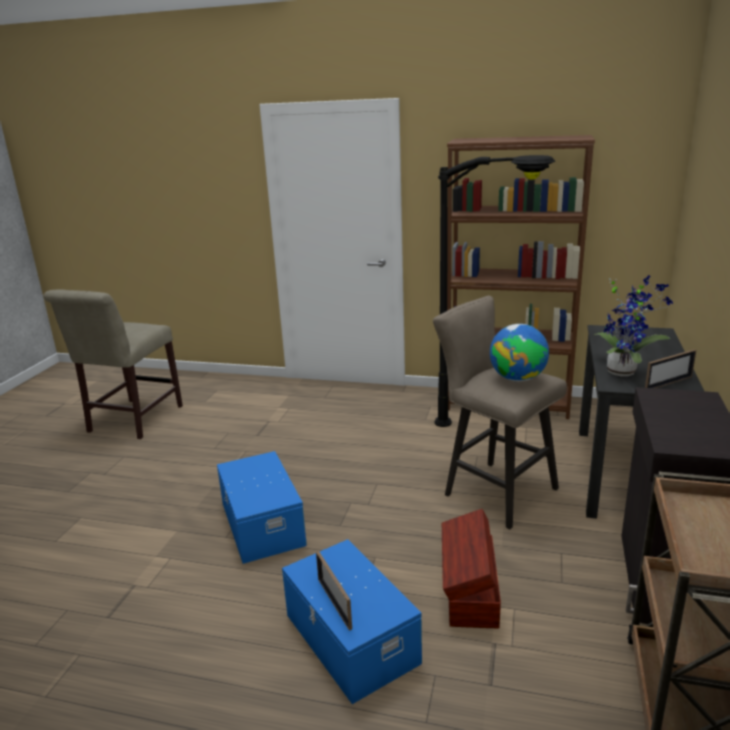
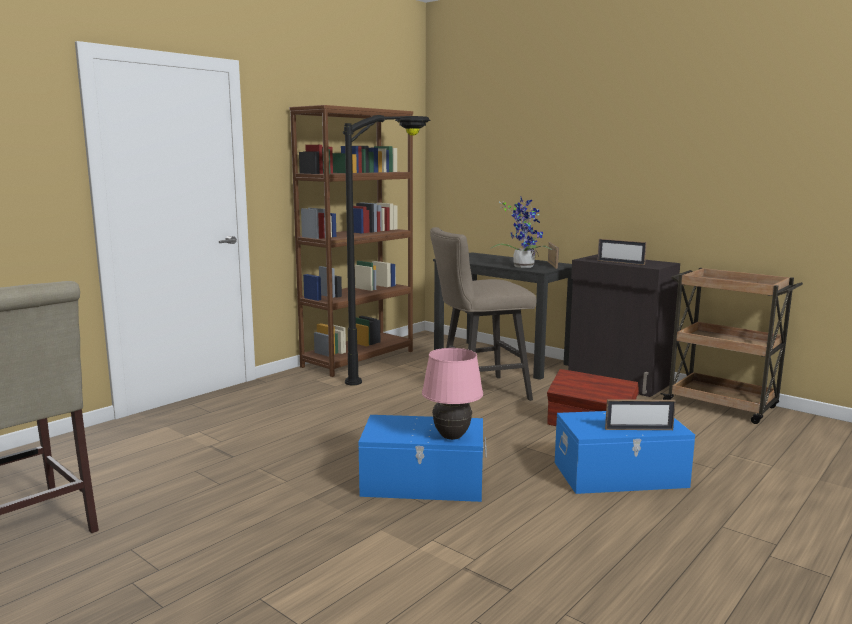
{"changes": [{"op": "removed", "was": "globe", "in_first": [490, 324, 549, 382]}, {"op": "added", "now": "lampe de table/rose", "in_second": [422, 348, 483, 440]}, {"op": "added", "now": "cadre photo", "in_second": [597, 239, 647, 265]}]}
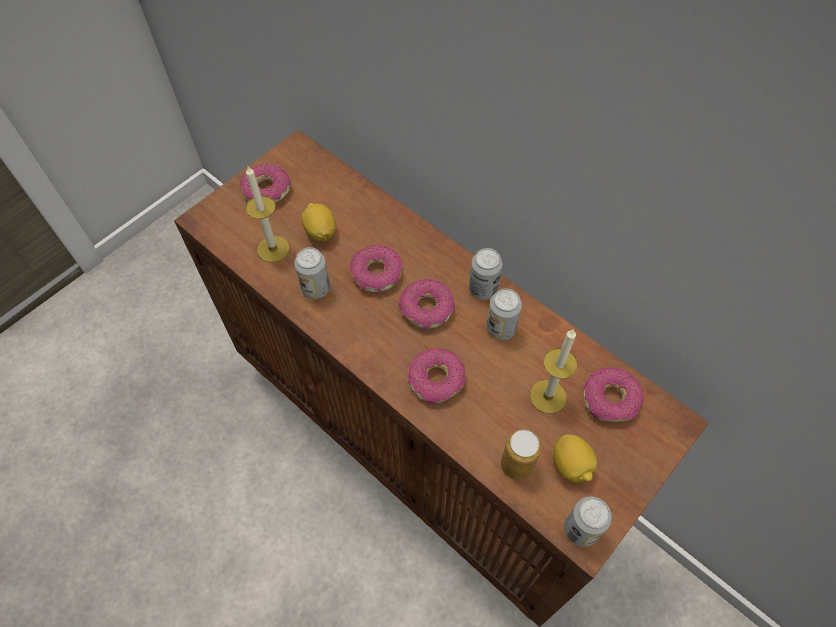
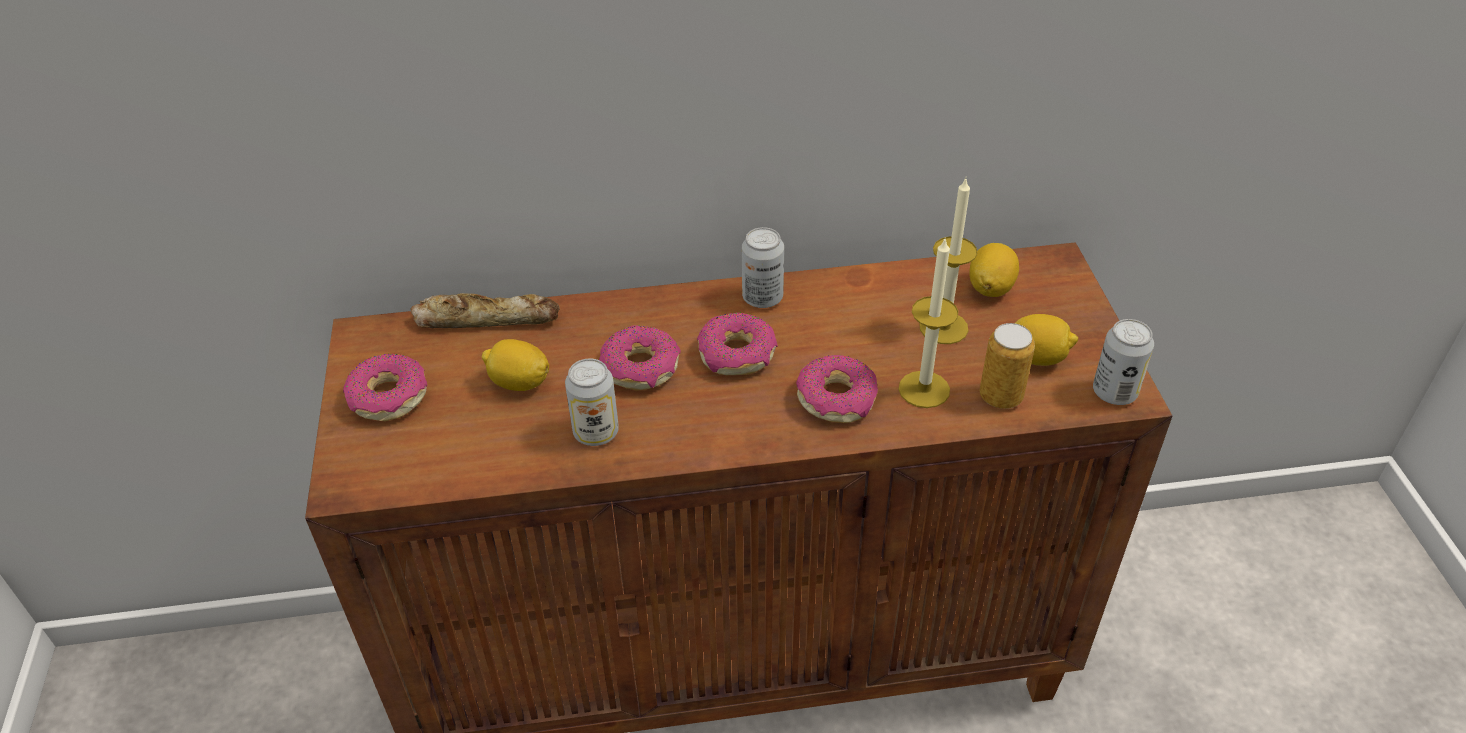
{"changes": [{"op": "removed", "was": "boîte métallique", "in_first": [486, 289, 522, 340]}, {"op": "added", "now": "pain", "in_second": [410, 293, 560, 328]}, {"op": "moved", "was": "bougie", "in_first": [246, 165, 289, 262], "in_second": [898, 237, 958, 408]}, {"op": "replaced", "was": "beignet", "now": "citron", "in_first": [583, 367, 644, 422], "in_second": [969, 243, 1019, 297]}]}
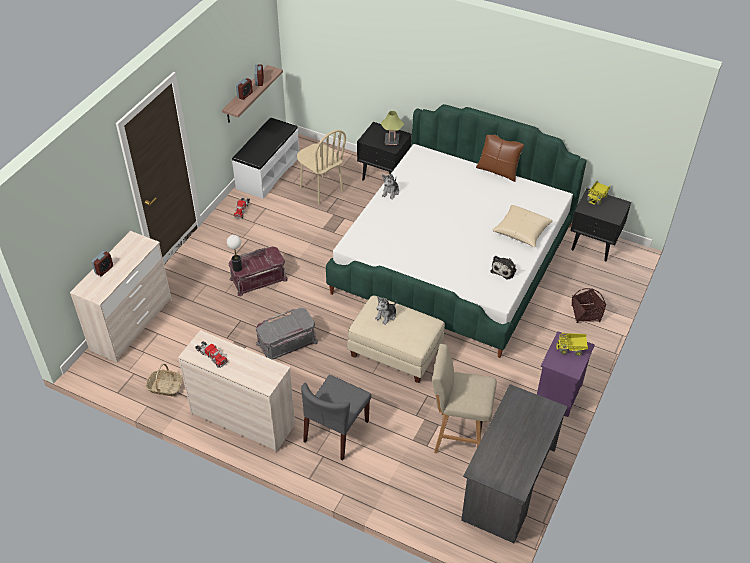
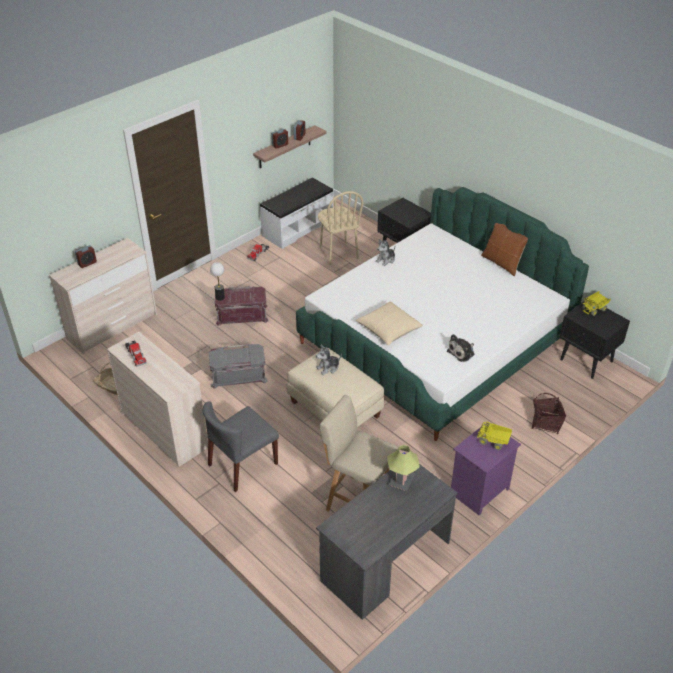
{"changes": [{"op": "moved", "was": "lampe de table", "in_first": [380, 111, 404, 145], "in_second": [387, 445, 420, 491]}, {"op": "moved", "was": "coussin/beige", "in_first": [492, 205, 553, 247], "in_second": [356, 302, 423, 346]}]}
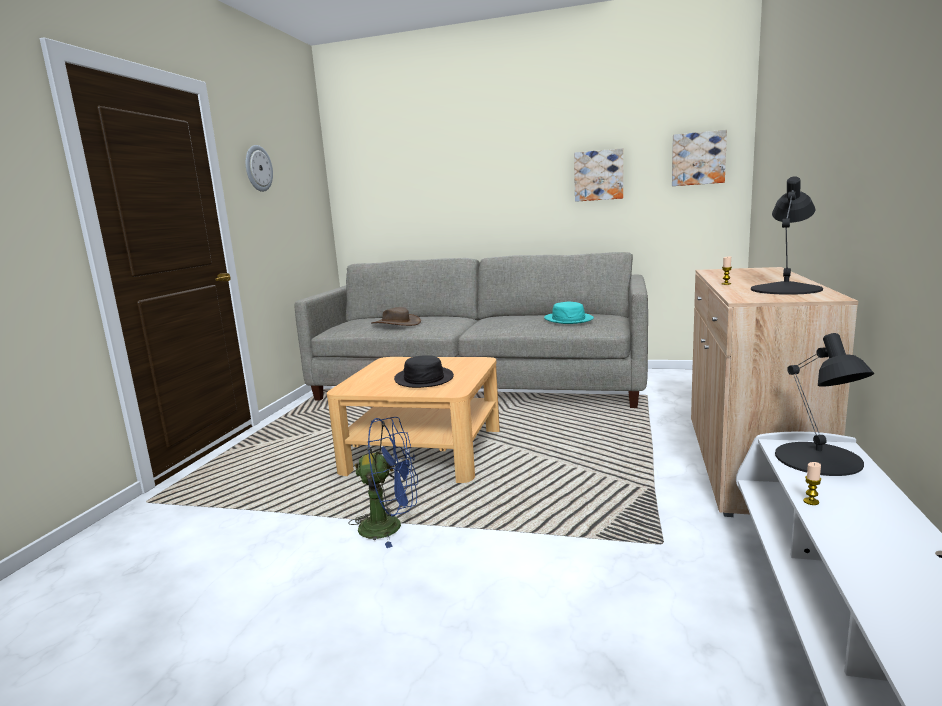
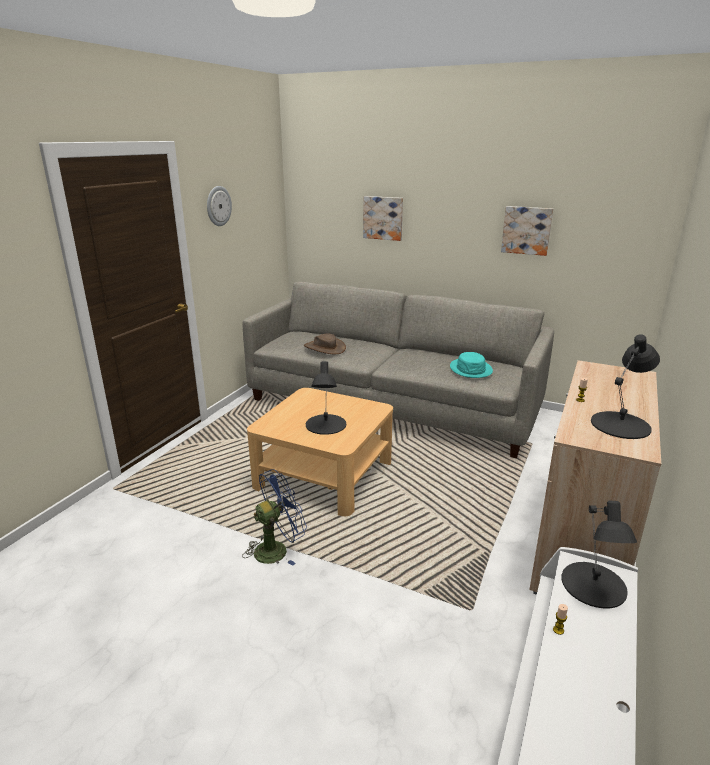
{"changes": [{"op": "moved", "was": "tableau", "in_first": [672, 130, 727, 186], "in_second": [363, 196, 403, 241]}, {"op": "replaced", "was": "chapeau/noir", "now": "lampe de table/noir", "in_first": [394, 355, 454, 388], "in_second": [306, 361, 346, 435]}, {"op": "turned", "was": "ventilateur/bleu", "in_first": [348, 417, 418, 548], "in_second": [242, 469, 307, 566], "clockwise": -45}]}
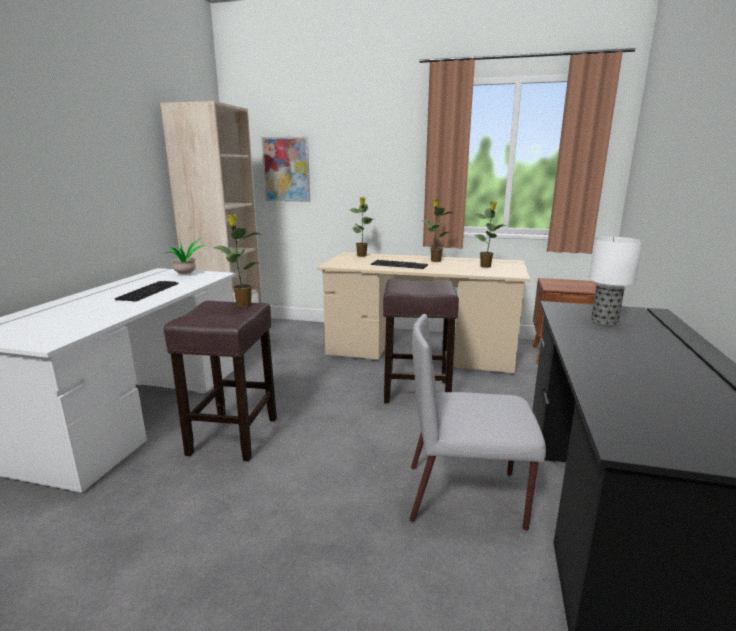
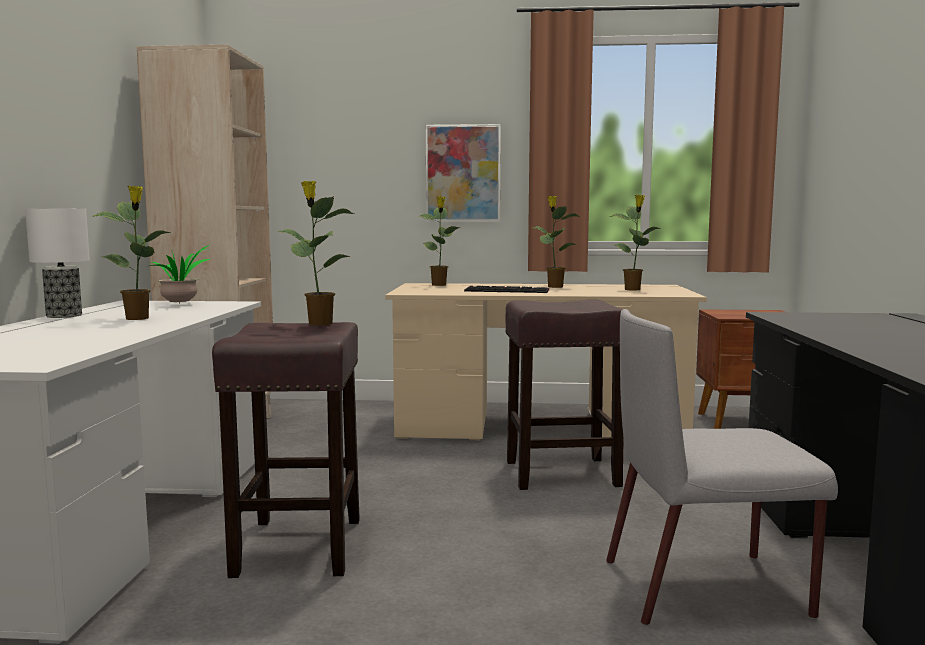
{"changes": [{"op": "moved", "was": "tableau", "in_first": [262, 137, 310, 202], "in_second": [426, 124, 501, 222]}, {"op": "moved", "was": "lampe de table", "in_first": [589, 236, 643, 325], "in_second": [25, 208, 90, 318]}, {"op": "replaced", "was": "clavier", "now": "plante en pot", "in_first": [115, 281, 179, 302], "in_second": [91, 186, 171, 320]}]}
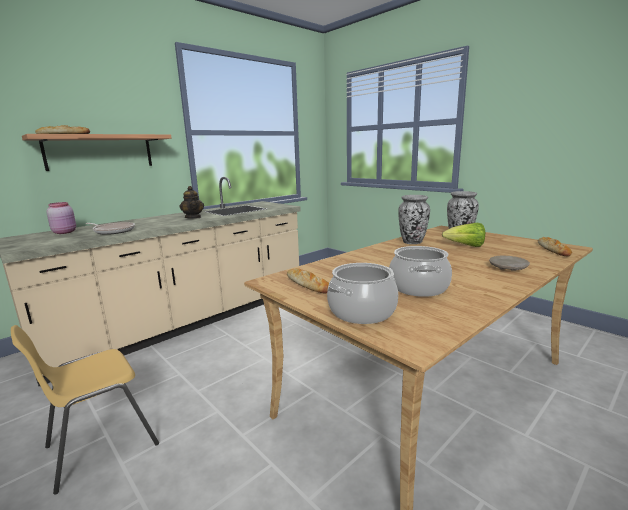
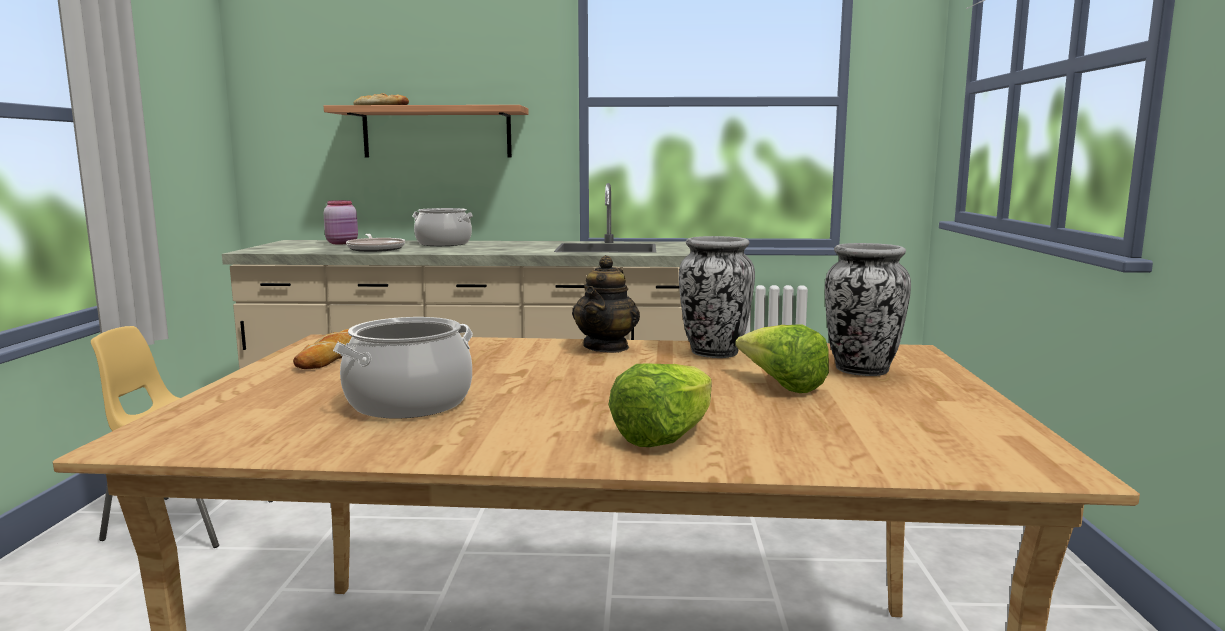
{"changes": [{"op": "removed", "was": "pain", "in_first": [538, 237, 572, 257]}, {"op": "moved", "was": "théière", "in_first": [180, 186, 204, 219], "in_second": [572, 255, 640, 353]}, {"op": "moved", "was": "marmite", "in_first": [327, 263, 398, 324], "in_second": [412, 208, 473, 246]}, {"op": "replaced", "was": "assiette/beige", "now": "laitue", "in_first": [489, 256, 530, 271], "in_second": [608, 364, 712, 447]}]}
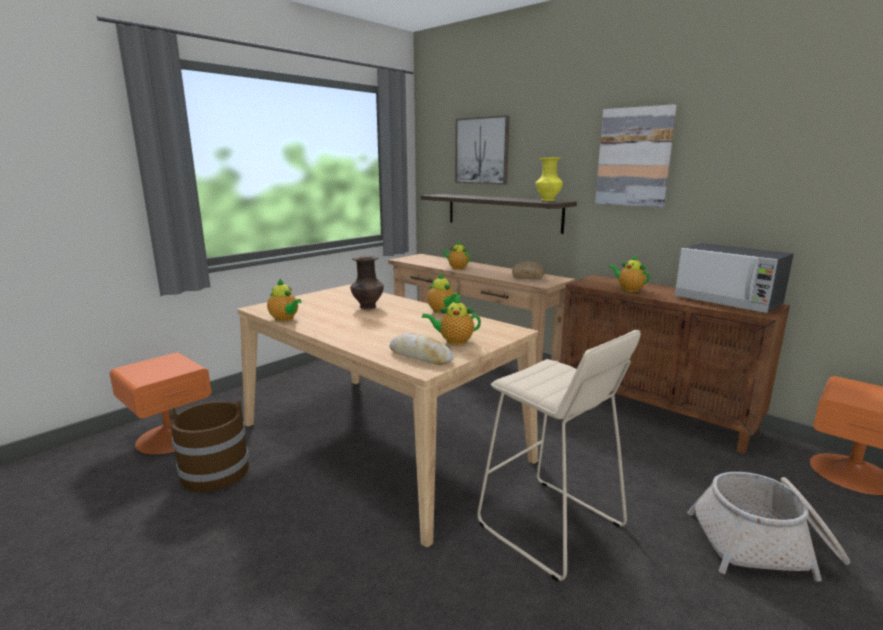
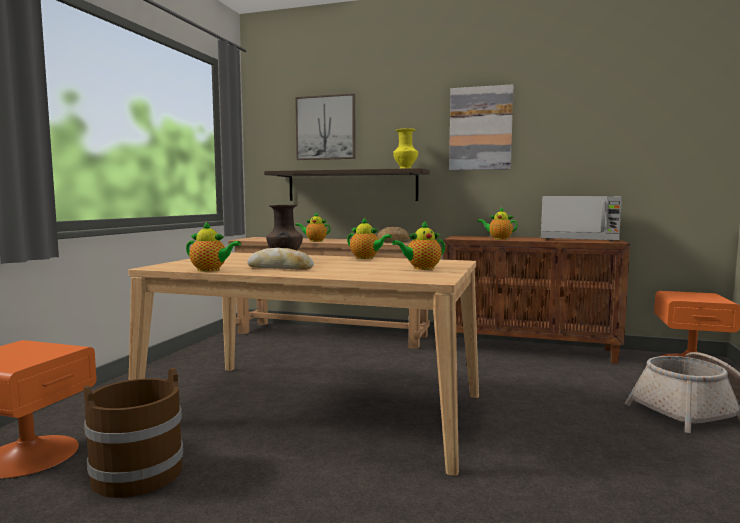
{"changes": [{"op": "removed", "was": "tabouret/beige", "in_first": [477, 330, 641, 582]}, {"op": "moved", "was": "pain", "in_first": [389, 333, 453, 365], "in_second": [247, 248, 314, 270]}]}
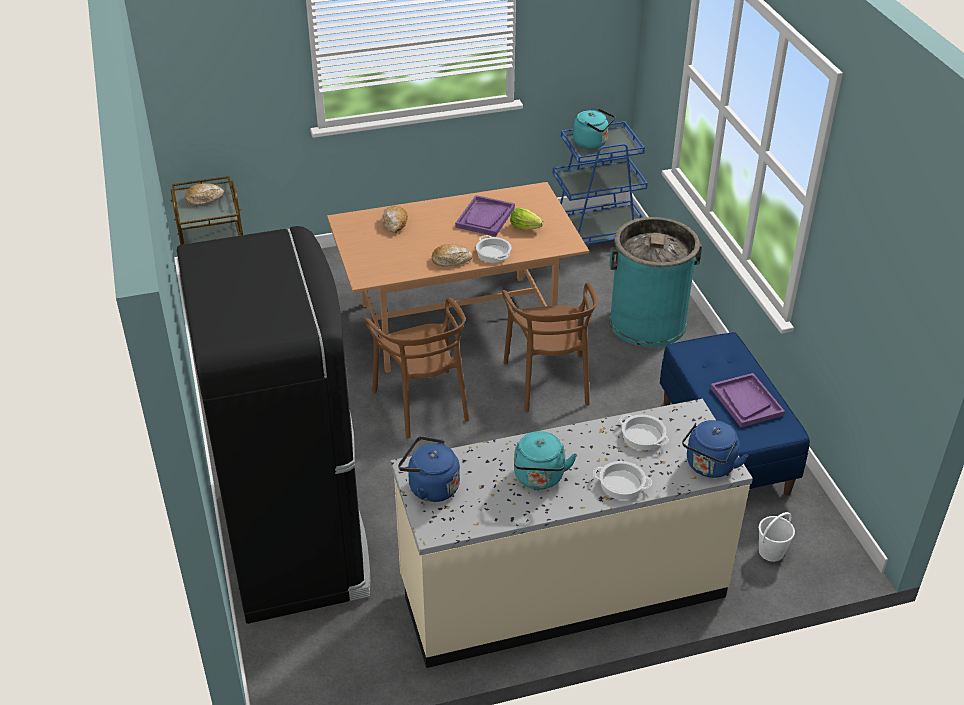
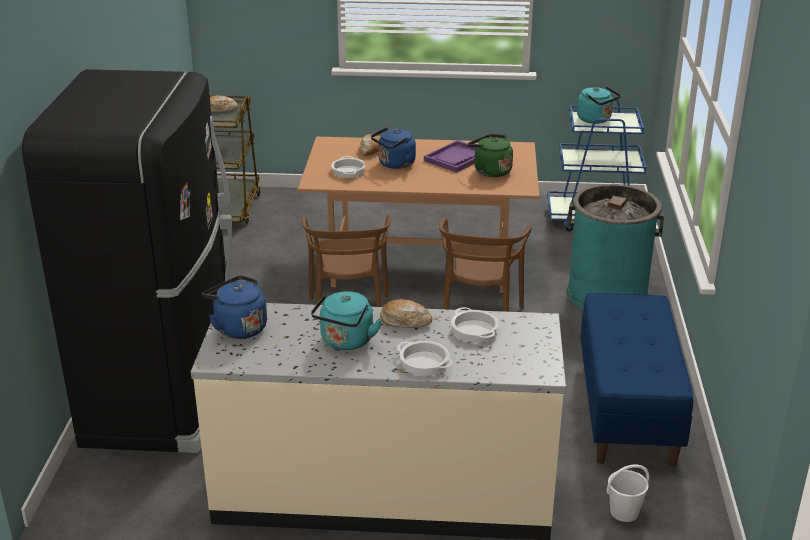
{"changes": [{"op": "removed", "was": "plateau/violet", "in_first": [710, 373, 785, 427]}, {"op": "moved", "was": "pain", "in_first": [432, 244, 473, 266], "in_second": [380, 299, 432, 328]}, {"op": "moved", "was": "marmite", "in_first": [476, 235, 511, 263], "in_second": [331, 156, 366, 178]}, {"op": "moved", "was": "bouilloire/bleu", "in_first": [682, 420, 749, 478], "in_second": [371, 127, 416, 169]}, {"op": "replaced", "was": "laitue", "now": "bouilloire/vert", "in_first": [510, 208, 543, 230], "in_second": [468, 134, 513, 177]}]}
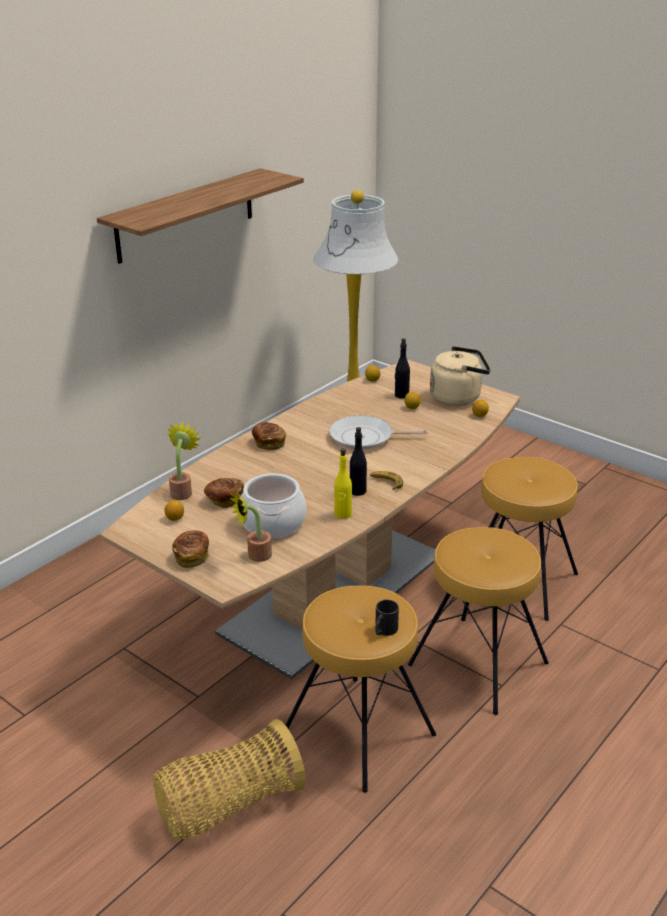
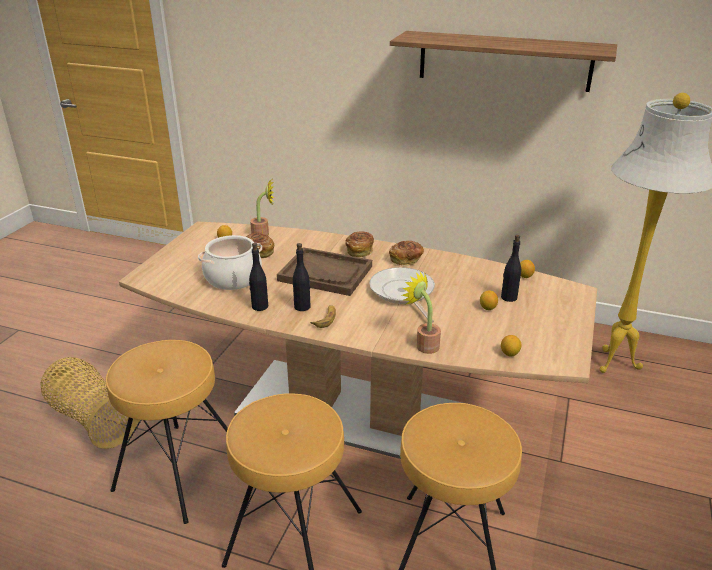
{"changes": [{"op": "removed", "was": "mug/noir", "in_first": [375, 599, 399, 636]}, {"op": "removed", "was": "bouilloire/beige", "in_first": [430, 346, 491, 406]}, {"op": "added", "now": "plateau/marron", "in_second": [277, 247, 372, 296]}, {"op": "moved", "was": "pain", "in_first": [172, 531, 209, 568], "in_second": [389, 241, 424, 266]}, {"op": "moved", "was": "plante en pot", "in_first": [229, 490, 272, 562], "in_second": [402, 272, 441, 354]}, {"op": "recoloured", "was": "bouteille/jaune", "now": "bouteille/noir", "in_first": [334, 448, 352, 519], "in_second": [249, 243, 268, 311]}]}
